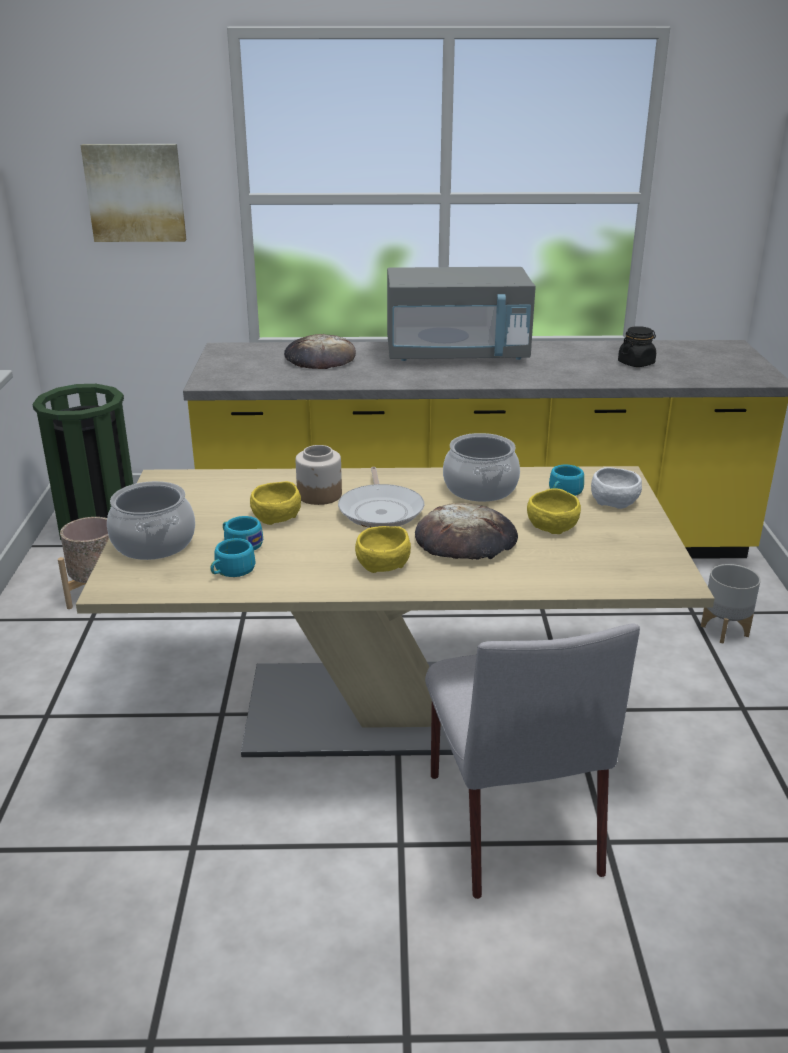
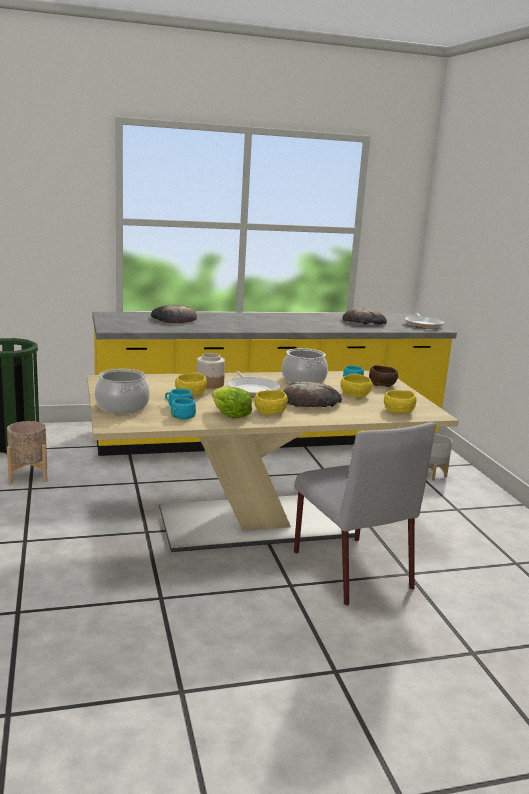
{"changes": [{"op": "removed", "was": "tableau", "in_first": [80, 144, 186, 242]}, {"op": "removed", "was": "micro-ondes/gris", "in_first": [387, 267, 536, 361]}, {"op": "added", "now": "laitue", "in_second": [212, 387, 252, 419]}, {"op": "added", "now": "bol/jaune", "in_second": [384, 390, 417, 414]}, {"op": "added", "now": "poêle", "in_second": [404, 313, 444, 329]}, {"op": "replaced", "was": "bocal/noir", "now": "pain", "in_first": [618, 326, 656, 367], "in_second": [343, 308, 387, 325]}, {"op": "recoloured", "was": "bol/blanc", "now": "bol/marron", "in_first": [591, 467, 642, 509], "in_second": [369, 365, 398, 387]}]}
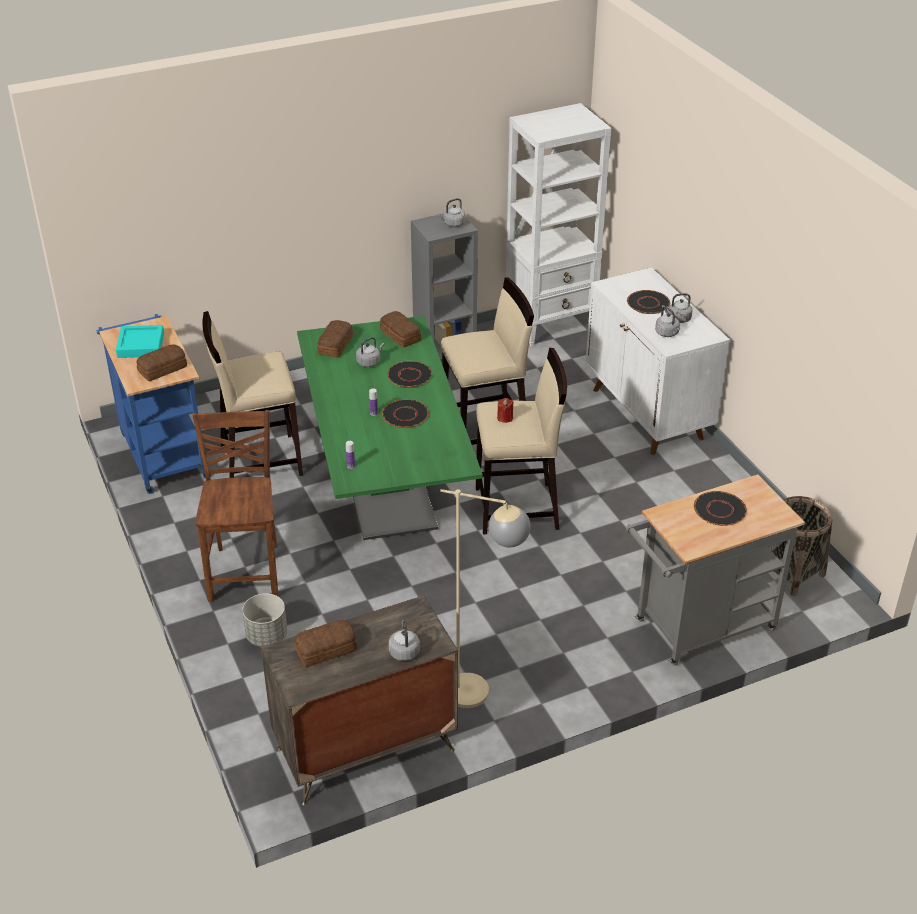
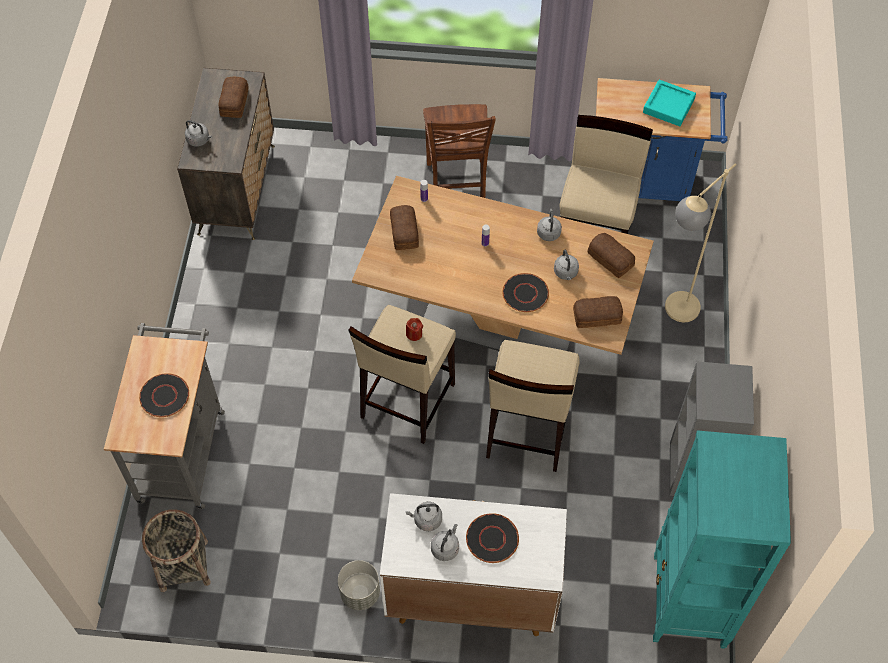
{"changes": [{"op": "removed", "was": "assiette/noir", "in_first": [382, 399, 429, 428]}, {"op": "moved", "was": "pain", "in_first": [136, 345, 187, 381], "in_second": [390, 205, 419, 250]}, {"op": "moved", "was": "cache-pot/gris", "in_first": [242, 593, 287, 647], "in_second": [338, 560, 380, 610]}, {"op": "moved", "was": "bouilloire/gris", "in_first": [438, 198, 465, 227], "in_second": [537, 209, 562, 241]}, {"op": "moved", "was": "lampadaire/beige", "in_first": [440, 489, 531, 708], "in_second": [665, 163, 737, 322]}, {"op": "recoloured", "was": "table à manger/vert", "now": "table à manger/beige", "in_first": [297, 316, 483, 540], "in_second": [352, 176, 654, 355]}, {"op": "recoloured", "was": "bibliothèque/blanc", "now": "bibliothèque/turquoise", "in_first": [506, 103, 612, 347], "in_second": [653, 430, 791, 649]}, {"op": "turned", "was": "chaise/marron", "in_first": [192, 410, 278, 602], "in_second": [423, 104, 496, 198], "clockwise": 60}]}
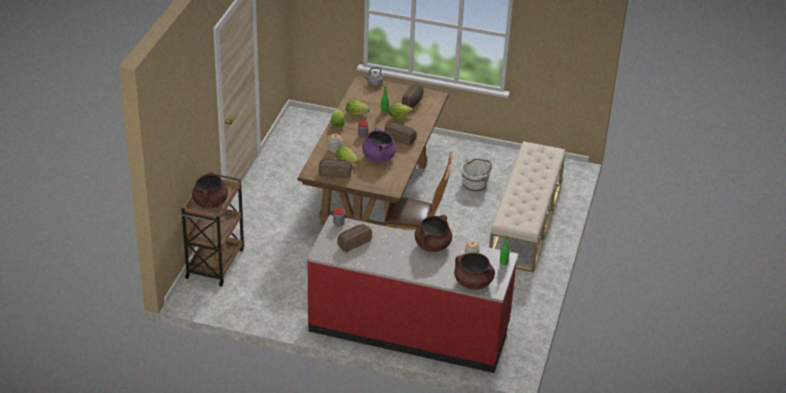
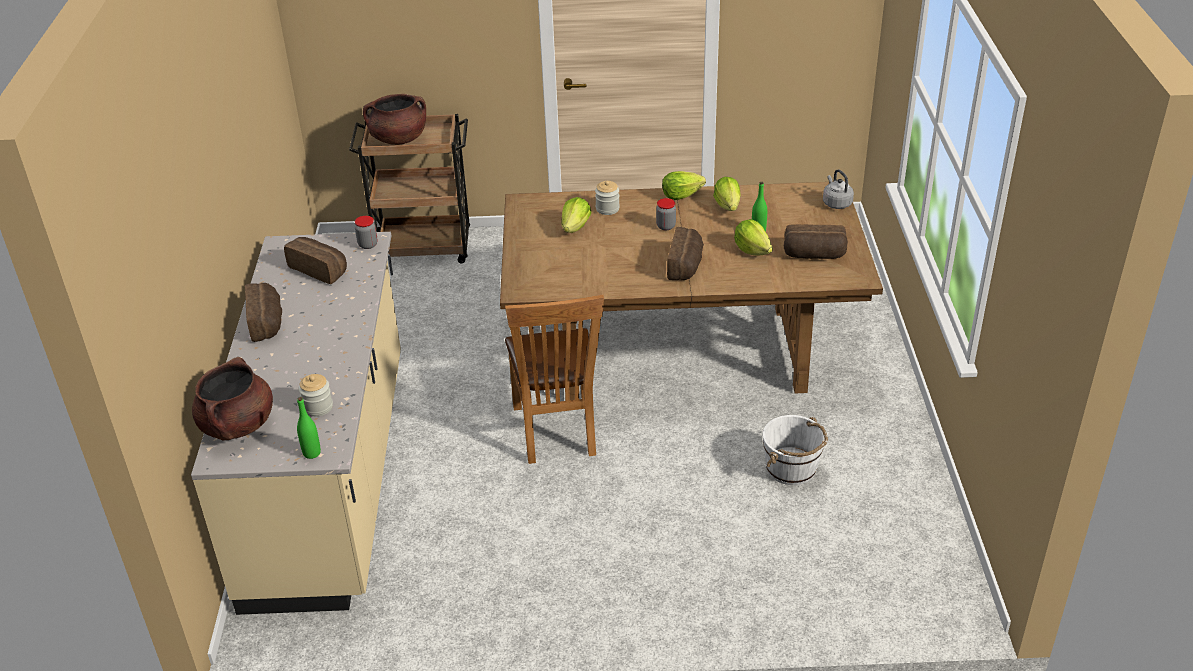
{"changes": [{"op": "removed", "was": "marmite/violet", "in_first": [362, 127, 396, 163]}, {"op": "removed", "was": "marmite/marron", "in_first": [415, 215, 452, 252]}, {"op": "removed", "was": "banc/beige", "in_first": [489, 141, 566, 273]}, {"op": "moved", "was": "pain", "in_first": [319, 159, 352, 178], "in_second": [245, 283, 282, 342]}, {"op": "recoloured", "was": "comptoir de cuisine/rouge", "now": "comptoir de cuisine/beige", "in_first": [307, 215, 519, 373], "in_second": [191, 232, 401, 615]}]}
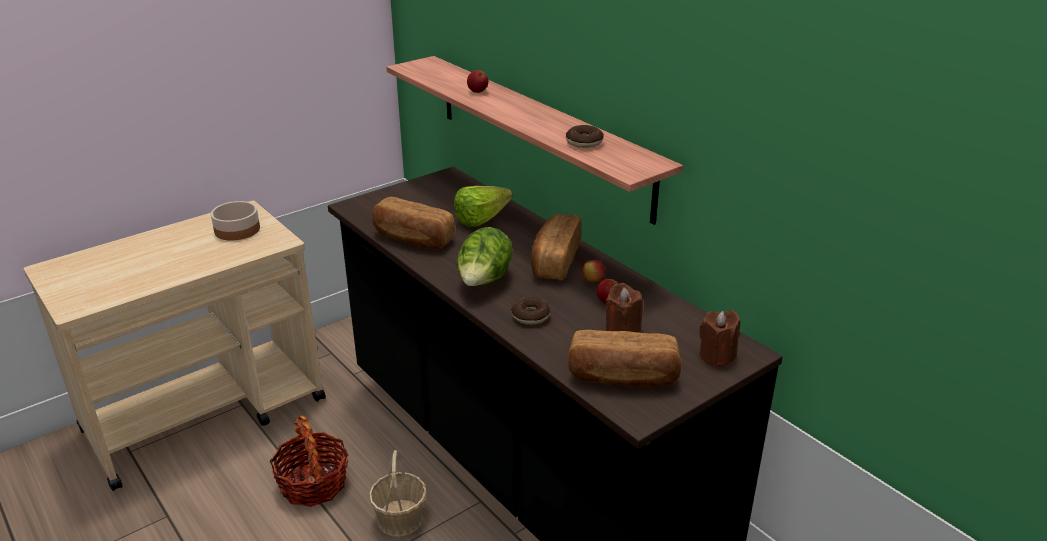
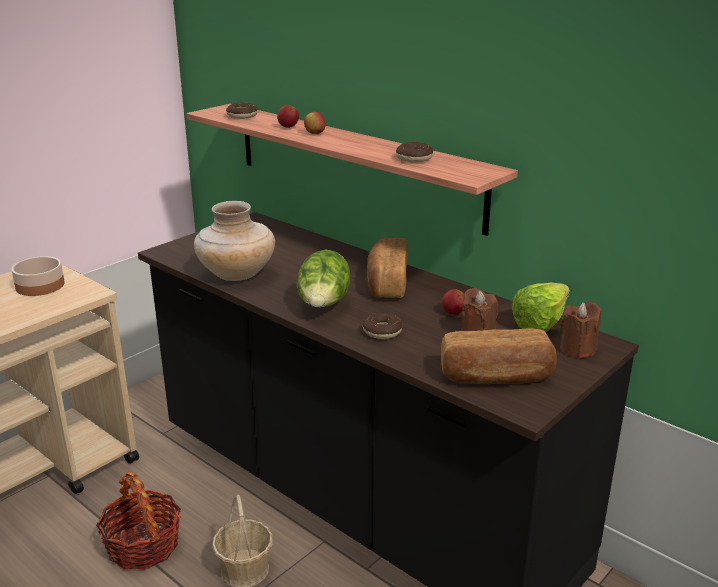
{"changes": [{"op": "added", "now": "beignet", "in_second": [226, 102, 258, 119]}, {"op": "moved", "was": "laitue", "in_first": [454, 186, 512, 227], "in_second": [512, 283, 570, 332]}, {"op": "moved", "was": "pomme", "in_first": [582, 260, 606, 282], "in_second": [304, 111, 326, 134]}, {"op": "replaced", "was": "pain", "now": "vase/beige", "in_first": [372, 197, 455, 250], "in_second": [194, 201, 275, 281]}]}
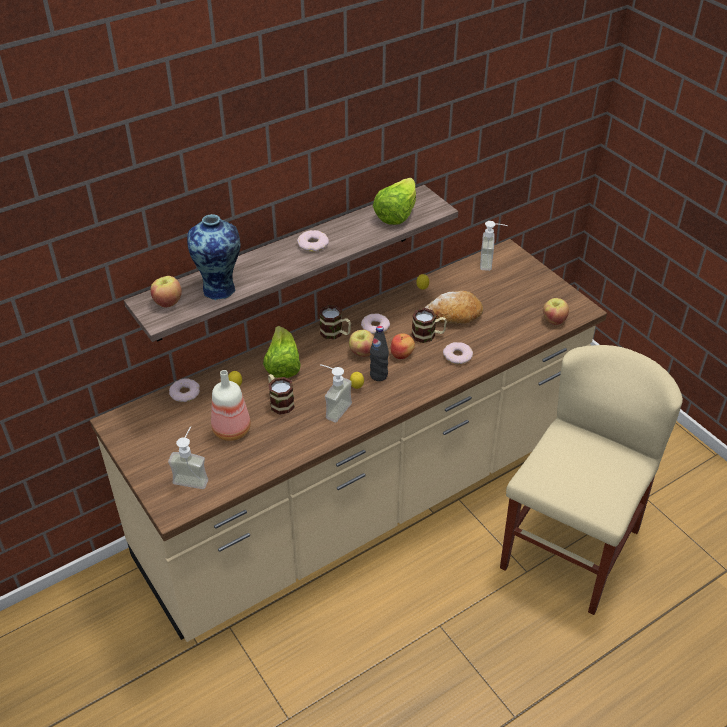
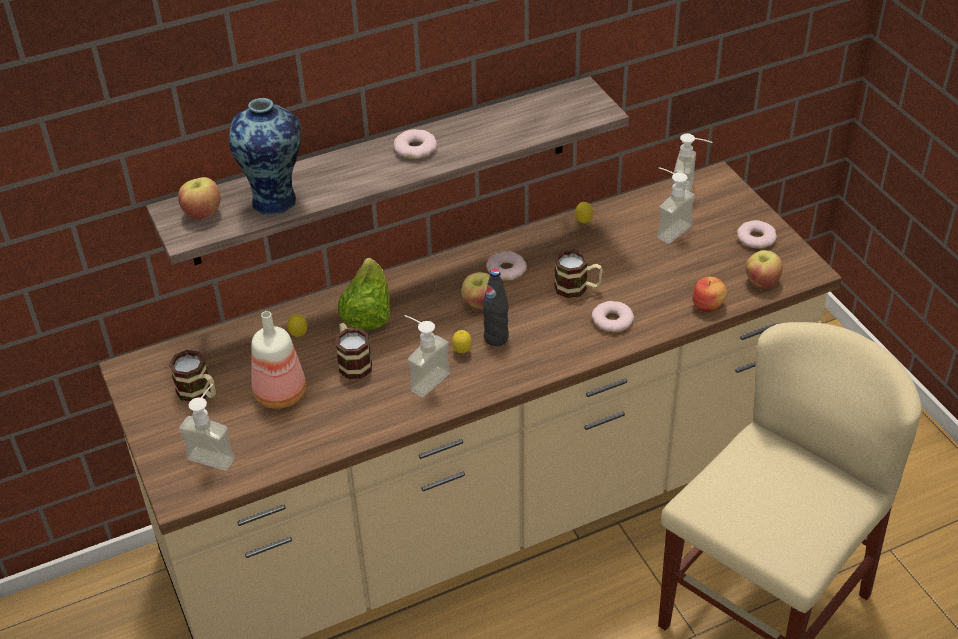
{"changes": [{"op": "removed", "was": "laitue", "in_first": [373, 178, 416, 225]}, {"op": "removed", "was": "pain", "in_first": [424, 291, 483, 324]}, {"op": "added", "now": "distributeur de savon", "in_second": [657, 167, 695, 244]}, {"op": "moved", "was": "beignet", "in_first": [169, 378, 200, 402], "in_second": [737, 220, 777, 249]}, {"op": "moved", "was": "mug", "in_first": [319, 305, 351, 340], "in_second": [169, 350, 216, 402]}, {"op": "moved", "was": "pomme", "in_first": [390, 333, 415, 359], "in_second": [692, 276, 727, 312]}]}
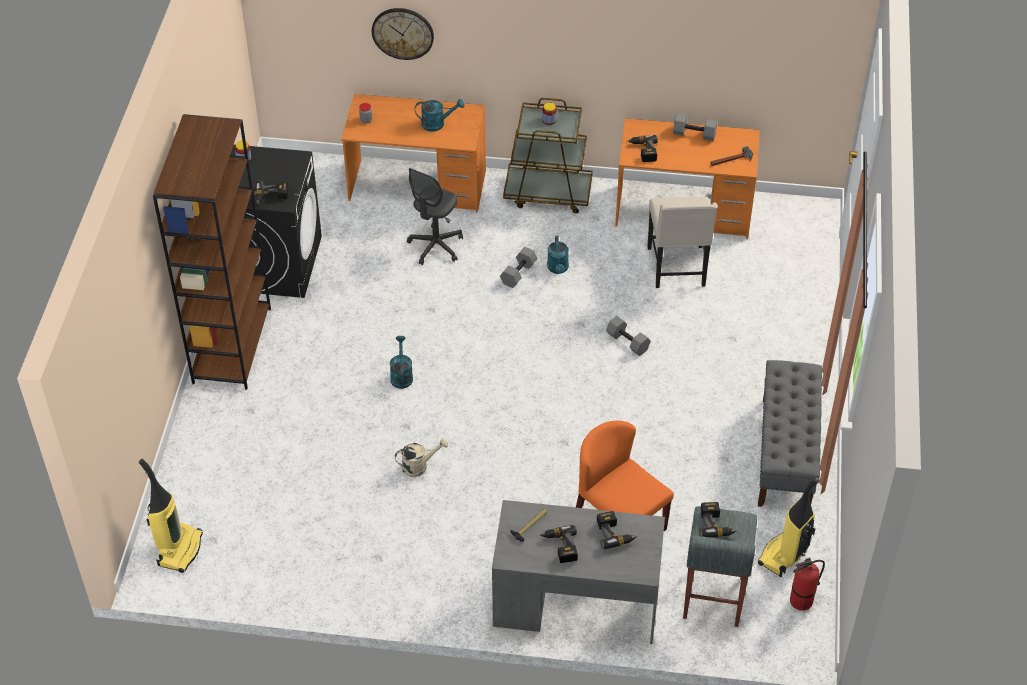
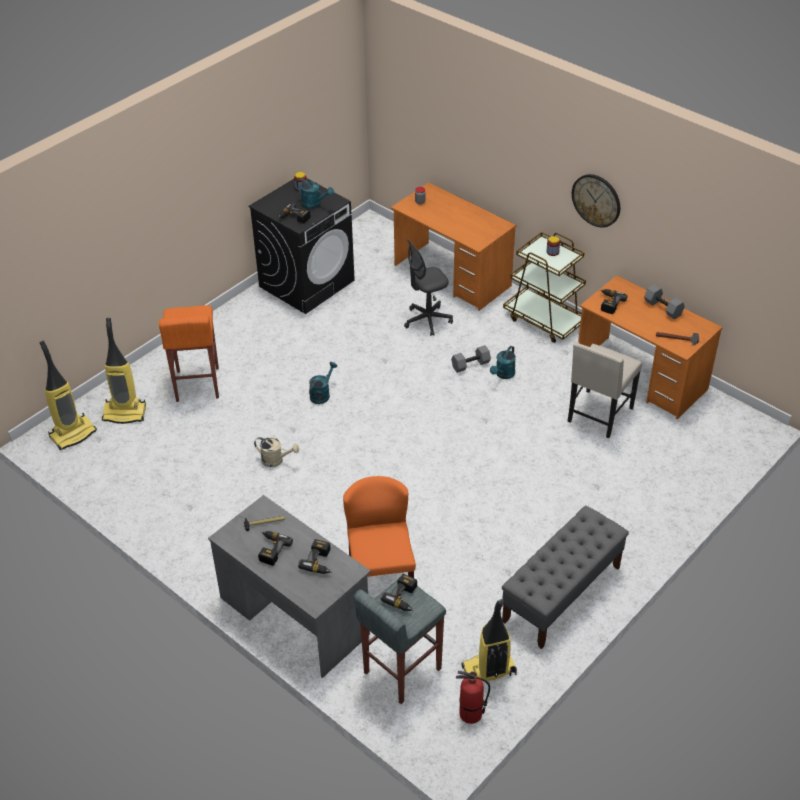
{"changes": [{"op": "removed", "was": "bibliothèque/marron", "in_first": [153, 114, 271, 390]}, {"op": "removed", "was": "haltère/gris", "in_first": [606, 316, 651, 356]}, {"op": "added", "now": "aspirateur", "in_second": [102, 318, 146, 424]}, {"op": "added", "now": "tabouret/orange", "in_second": [159, 306, 219, 402]}, {"op": "moved", "was": "horloge murale", "in_first": [372, 8, 434, 60], "in_second": [572, 174, 620, 227]}, {"op": "moved", "was": "arrosoir/turquoise", "in_first": [415, 99, 464, 132], "in_second": [296, 178, 334, 209]}]}
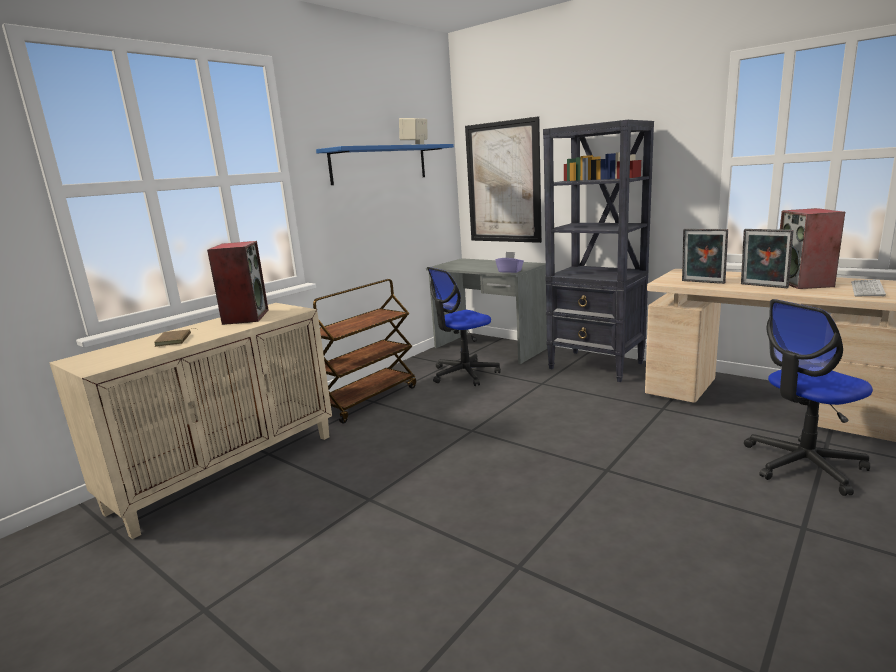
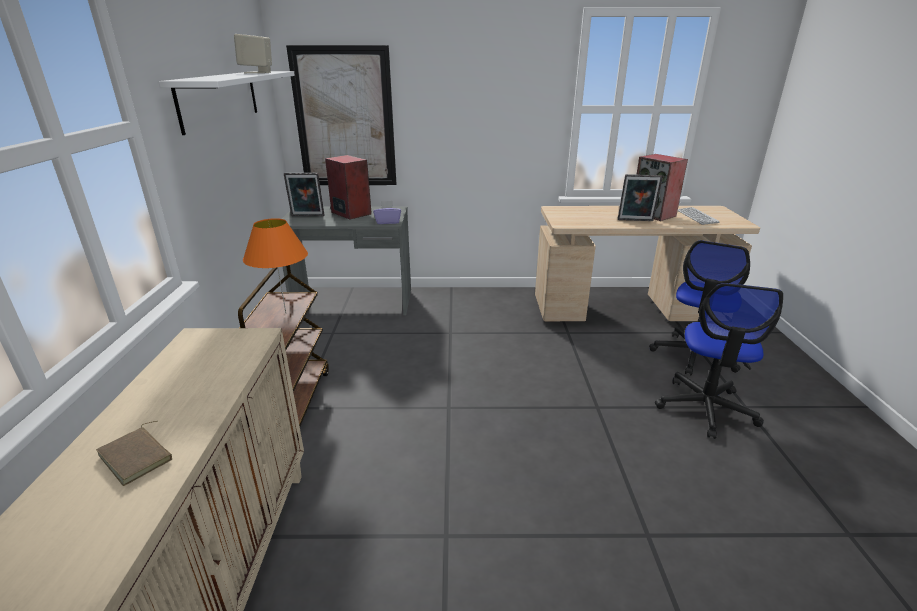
{"changes": [{"op": "removed", "was": "bibliothèque/noir", "in_first": [543, 120, 654, 382]}, {"op": "added", "now": "lampe de table/orange", "in_second": [243, 218, 308, 313]}, {"op": "moved", "was": "enceinte", "in_first": [207, 241, 269, 325], "in_second": [325, 155, 372, 220]}, {"op": "moved", "was": "chaise de bureau", "in_first": [427, 267, 501, 386], "in_second": [655, 283, 783, 439]}, {"op": "moved", "was": "cadre photo", "in_first": [682, 228, 728, 284], "in_second": [284, 173, 324, 216]}, {"op": "recoloured", "was": "étagère/bleu", "now": "étagère/blanc", "in_first": [316, 144, 454, 185], "in_second": [159, 71, 295, 135]}]}
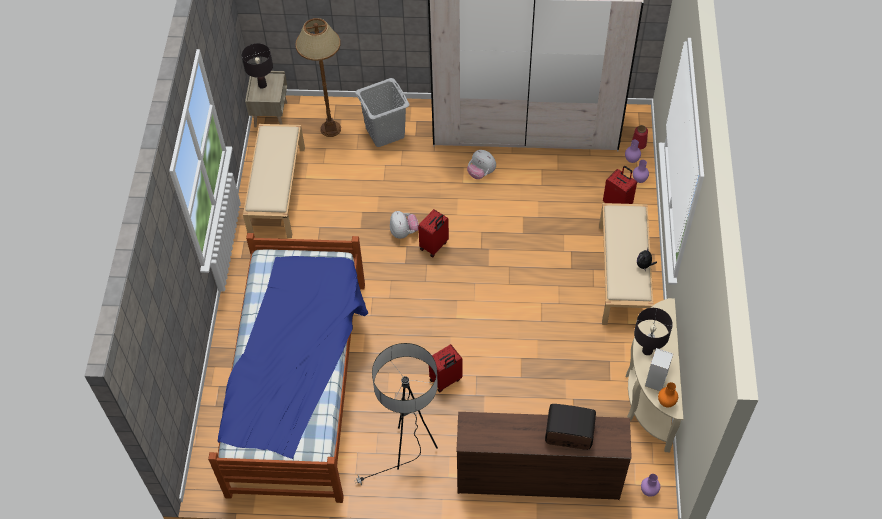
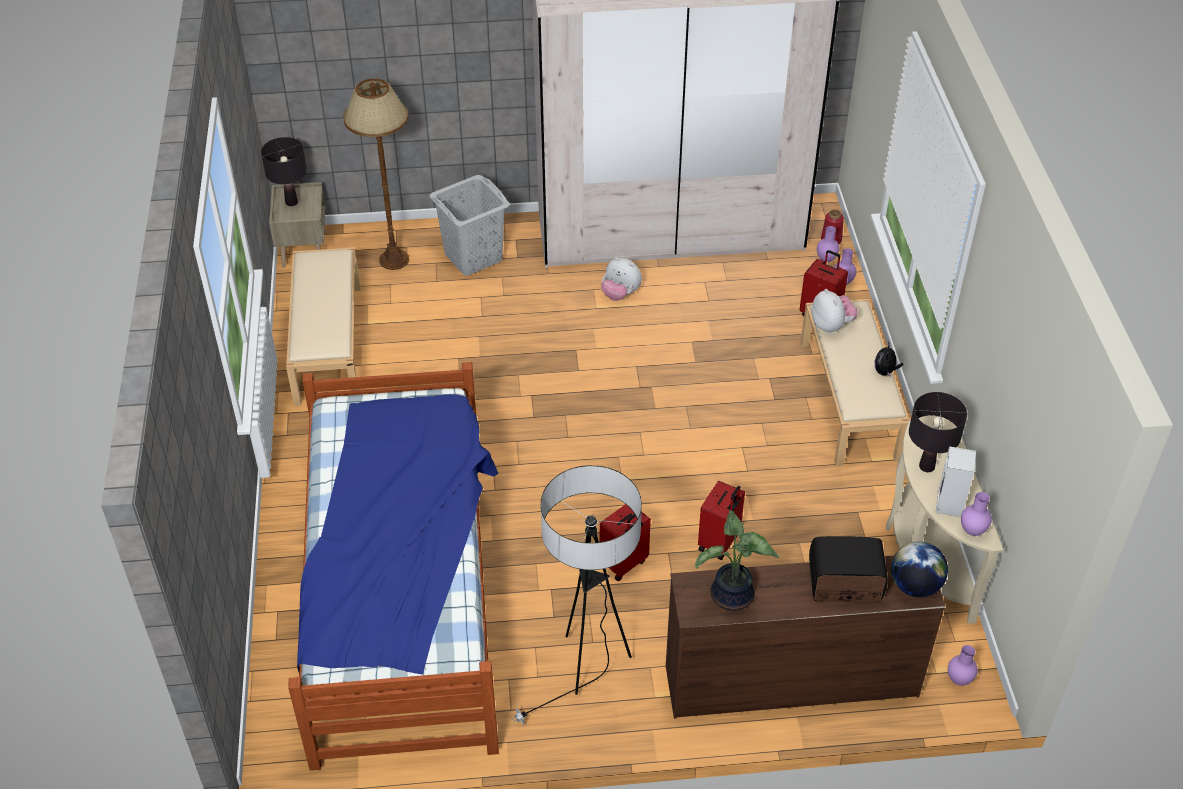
{"changes": [{"op": "added", "now": "plante en pot", "in_second": [695, 511, 779, 611]}, {"op": "added", "now": "globe", "in_second": [891, 541, 948, 597]}, {"op": "moved", "was": "peluche", "in_first": [390, 211, 419, 239], "in_second": [812, 289, 858, 333]}, {"op": "moved", "was": "valise/rouge", "in_first": [418, 209, 449, 257], "in_second": [698, 481, 745, 560]}, {"op": "recoloured", "was": "vase/orange", "now": "vase/violet", "in_first": [658, 382, 678, 407], "in_second": [961, 492, 992, 536]}]}
